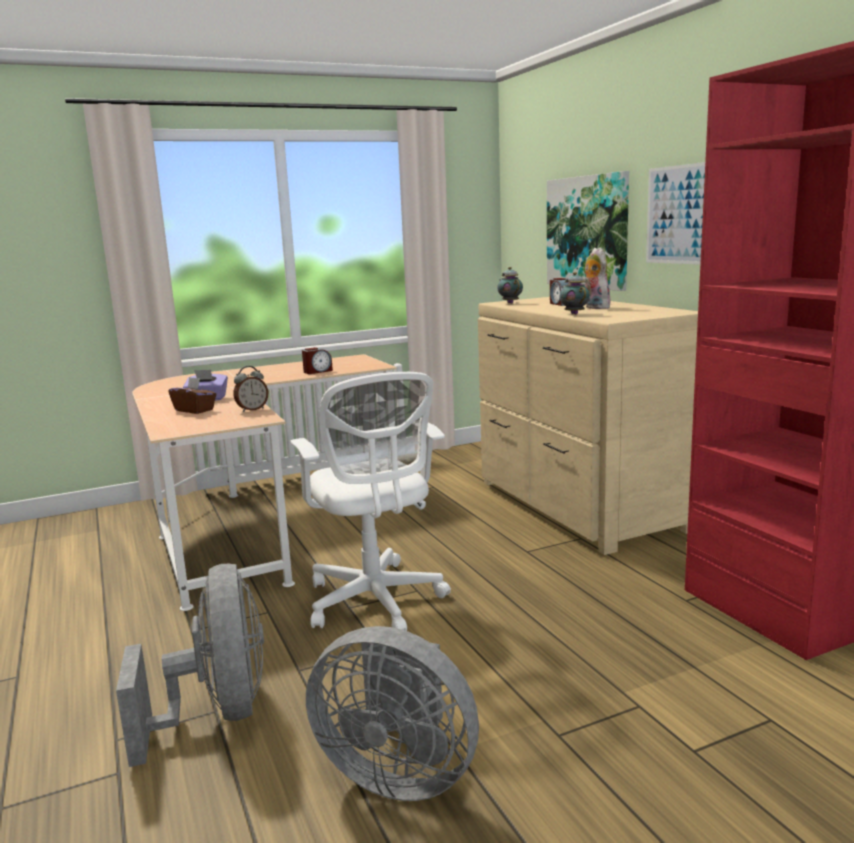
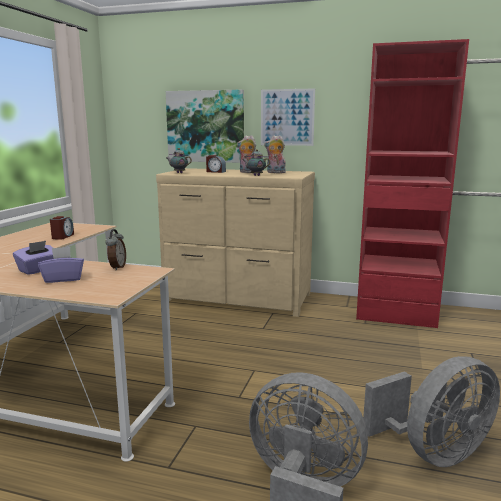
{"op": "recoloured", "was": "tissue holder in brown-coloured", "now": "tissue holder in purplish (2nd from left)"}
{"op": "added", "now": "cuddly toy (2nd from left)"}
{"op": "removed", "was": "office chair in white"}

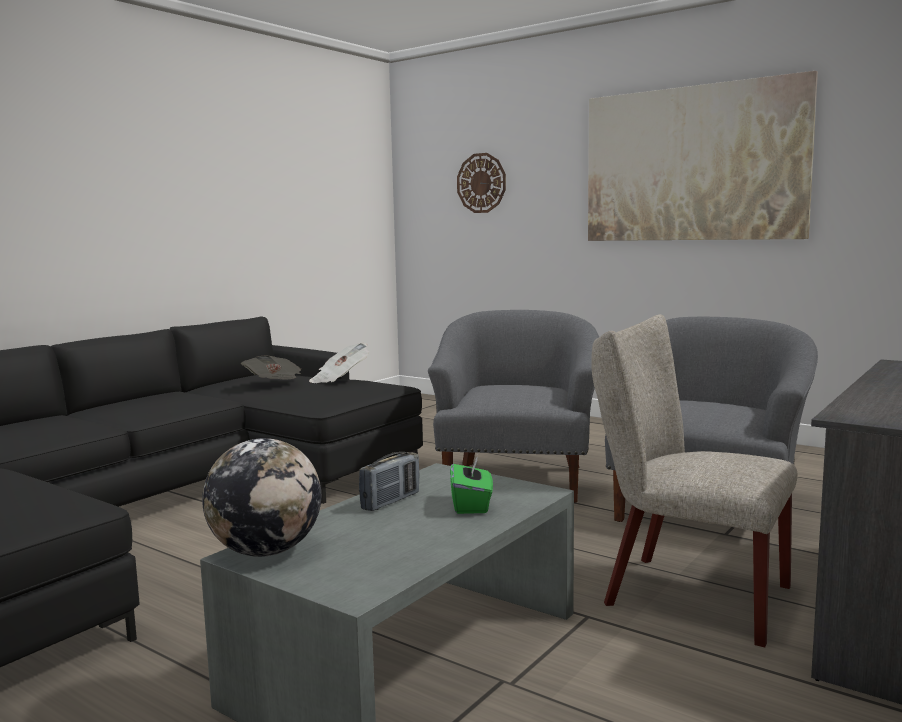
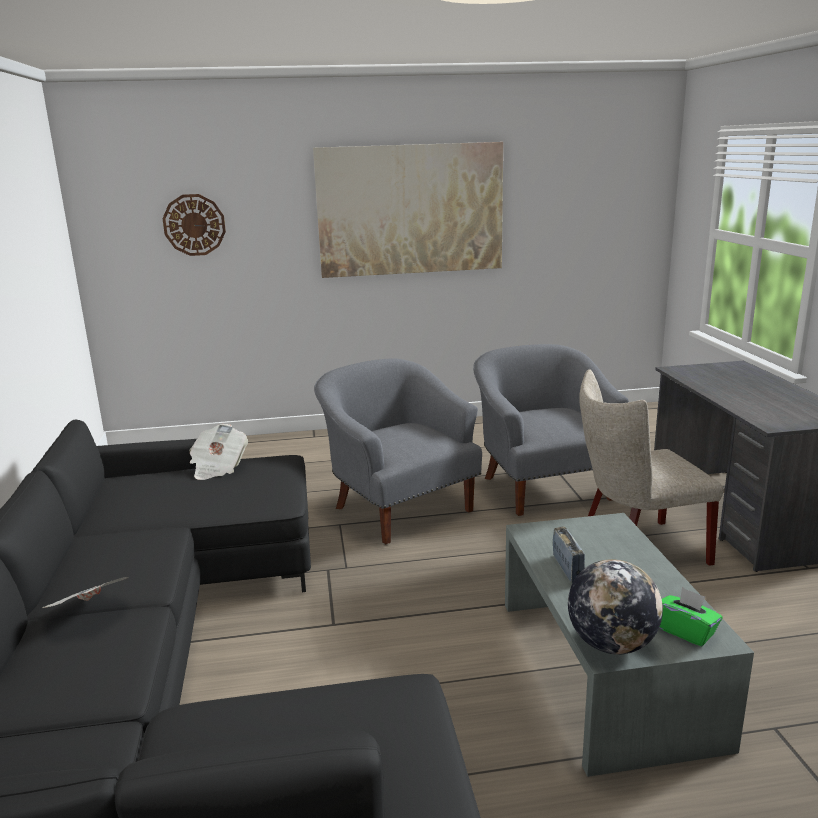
{"op": "moved", "was": "newspaper (1st from left)"}
{"op": "moved", "was": "tissue holder in green"}

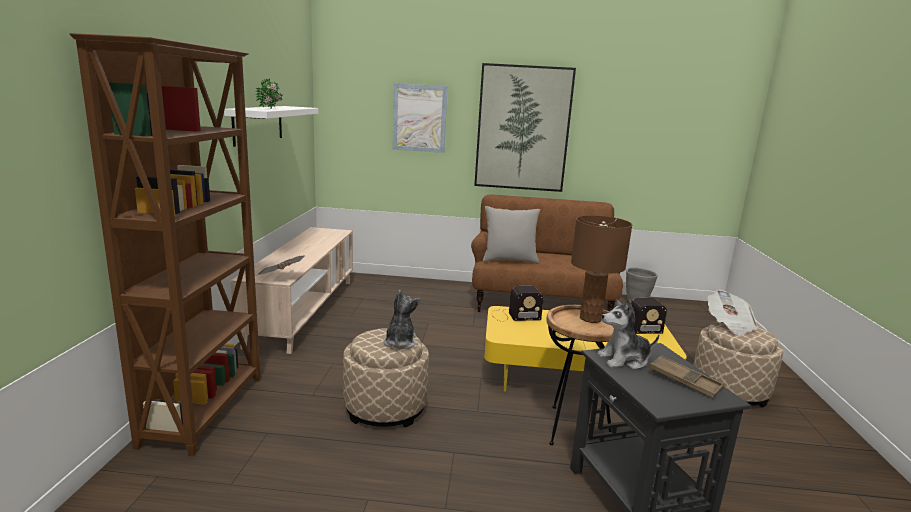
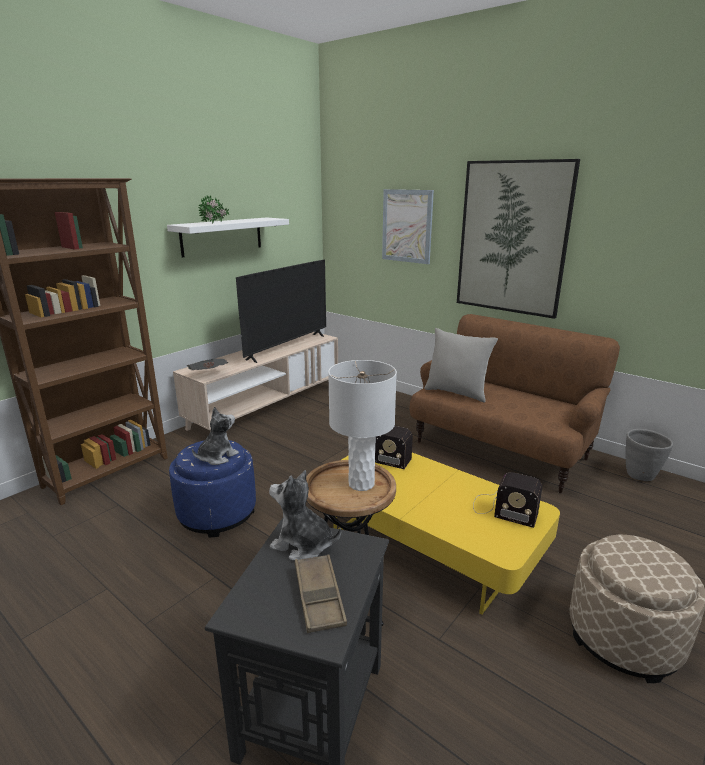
{"op": "recoloured", "was": "pouffe in beige (1st from left)", "now": "pouffe in bluish"}
{"op": "added", "now": "TV"}
{"op": "recoloured", "was": "lamp for a table in brown-coloured", "now": "lamp for a table in white"}
{"op": "removed", "was": "newspaper (2nd from left)"}

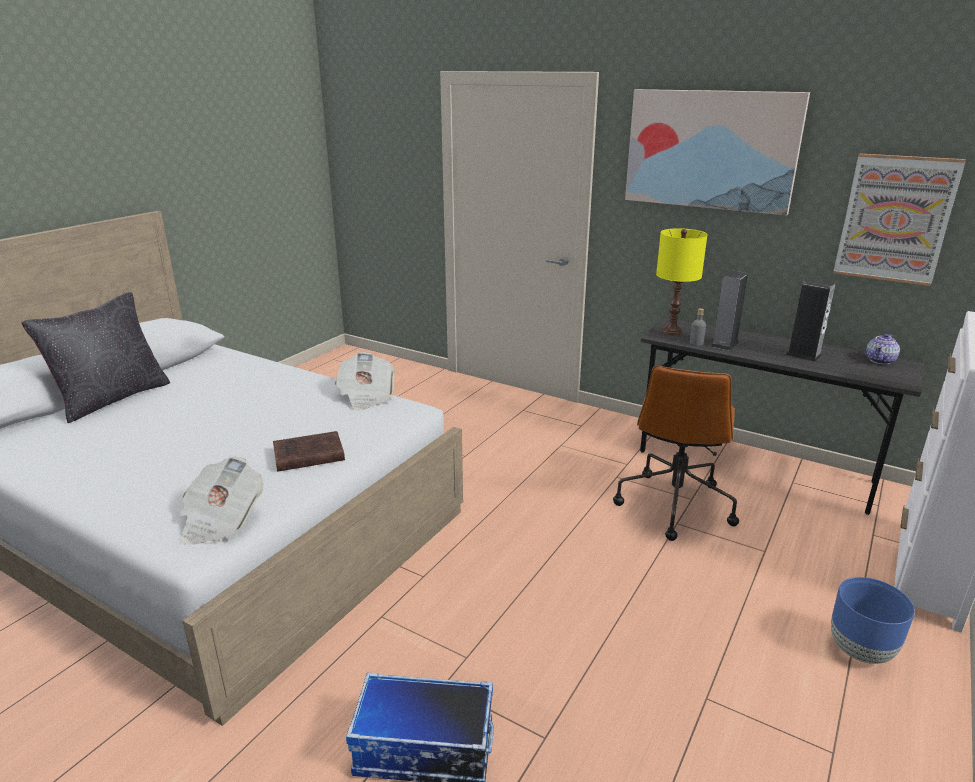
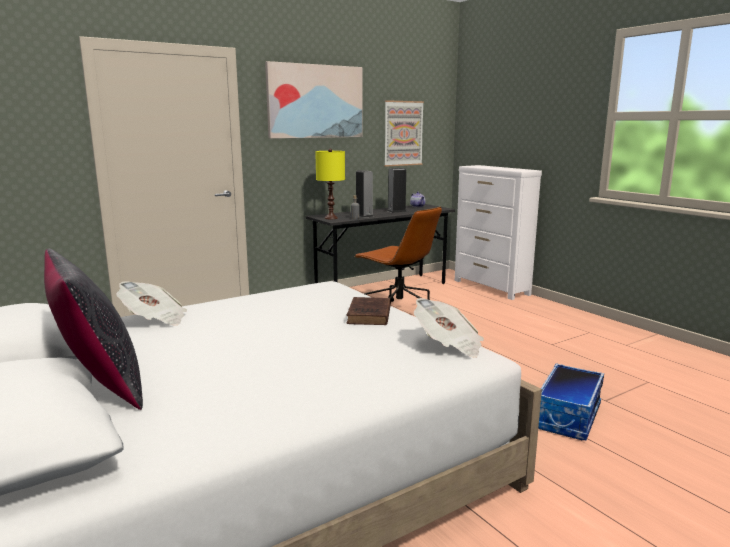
{"op": "moved", "was": "newspaper (2nd from left in the first image)", "now": "newspaper (1st from left)"}
{"op": "removed", "was": "flower pot in bluish"}

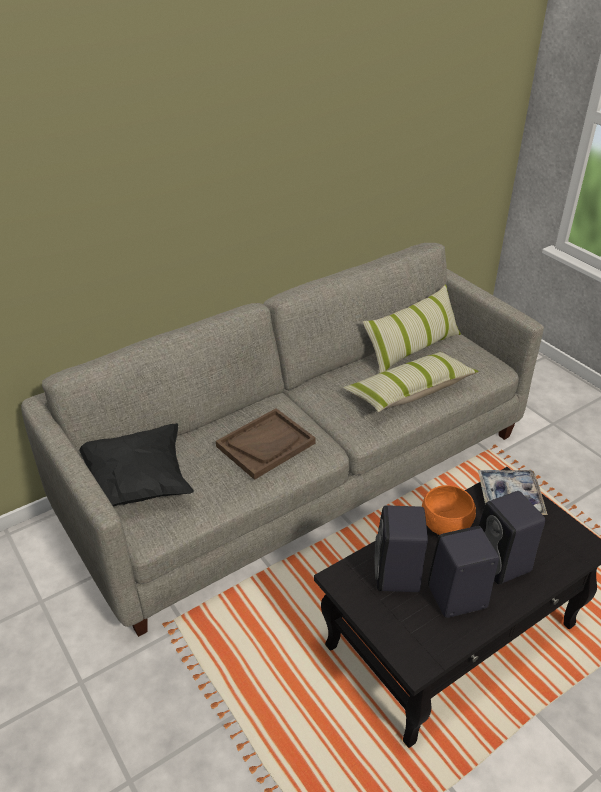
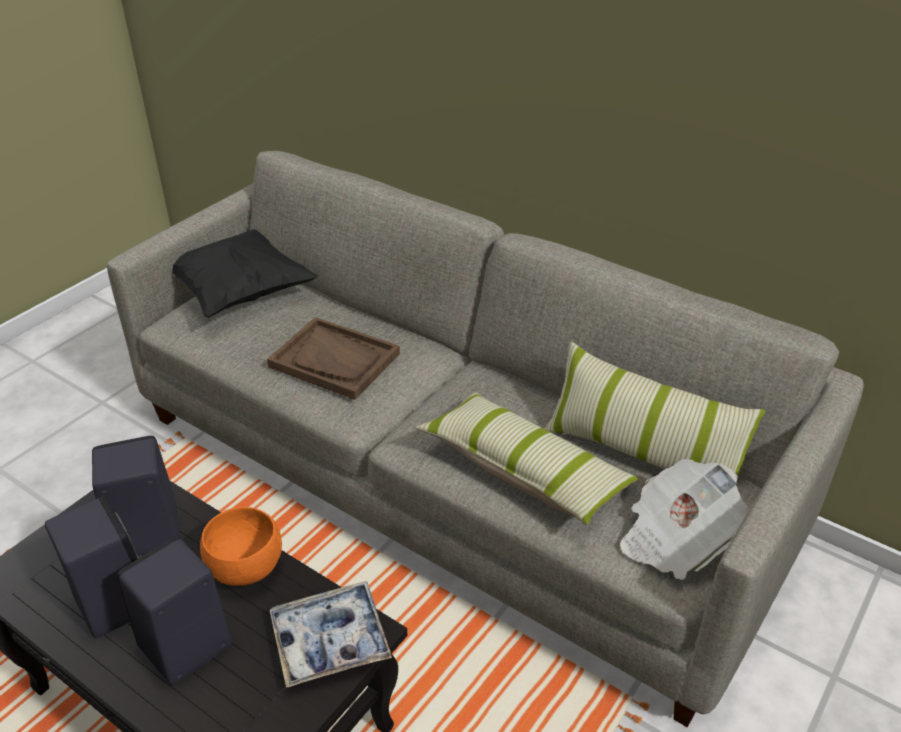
{"op": "added", "now": "newspaper"}

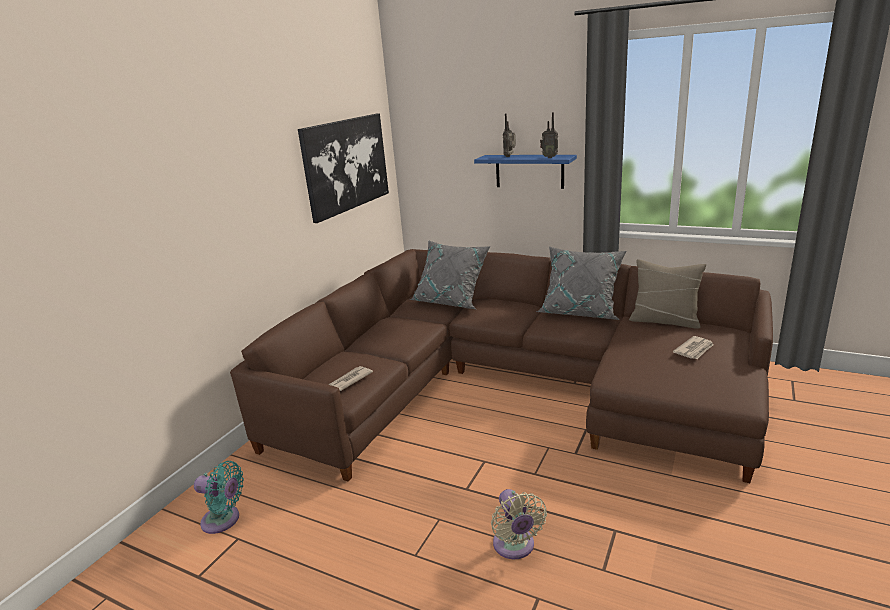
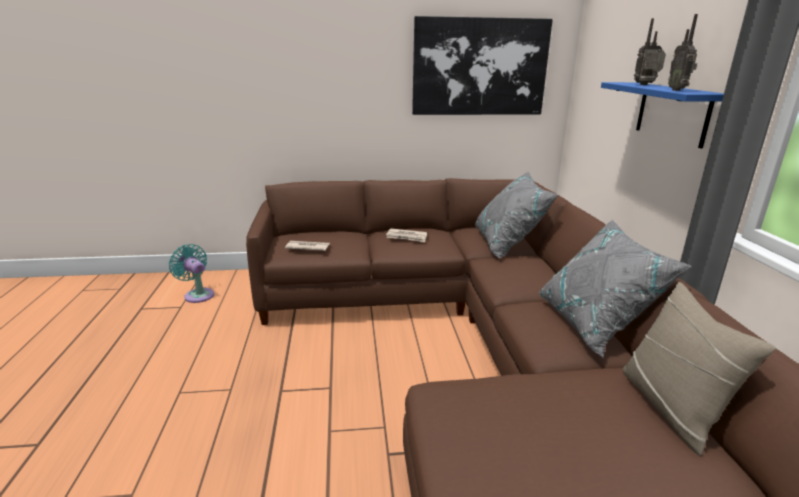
{"op": "turned", "was": "electric fan in turquoise-coloured", "clockwise": 150}
{"op": "moved", "was": "newspaper (2nd from left)"}
{"op": "removed", "was": "electric fan in beige"}

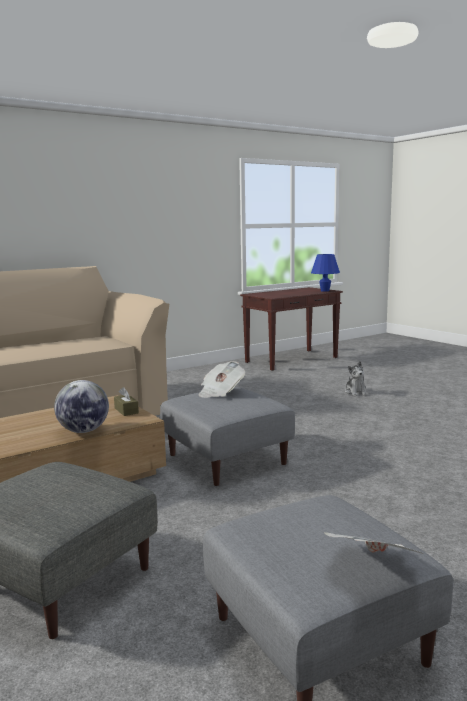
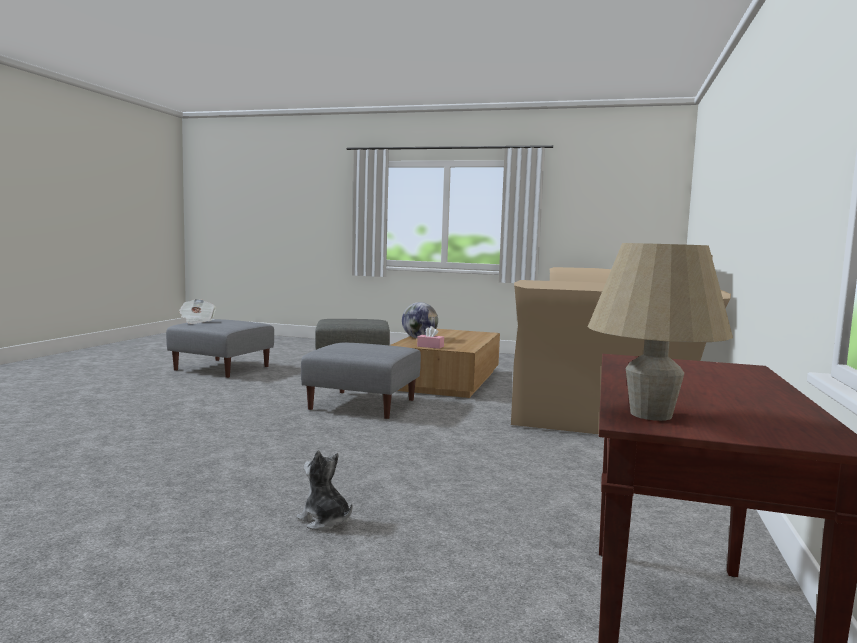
{"op": "recoloured", "was": "tissue holder in brown-coloured", "now": "tissue holder in pink"}
{"op": "recoloured", "was": "lamp for a table in bluish", "now": "lamp for a table in beige"}
{"op": "removed", "was": "newspaper (1st from left)"}

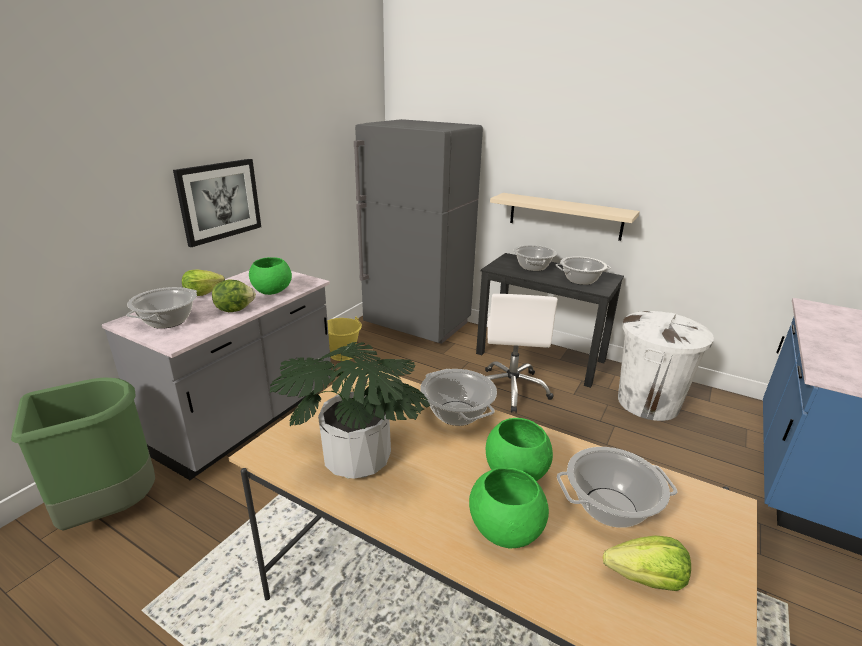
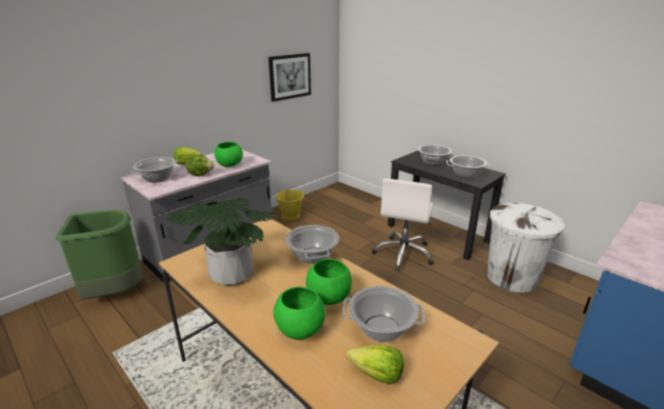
{"op": "moved", "was": "wall picture"}
{"op": "removed", "was": "refrigerator in grey"}
{"op": "removed", "was": "bracket shelf in beige"}

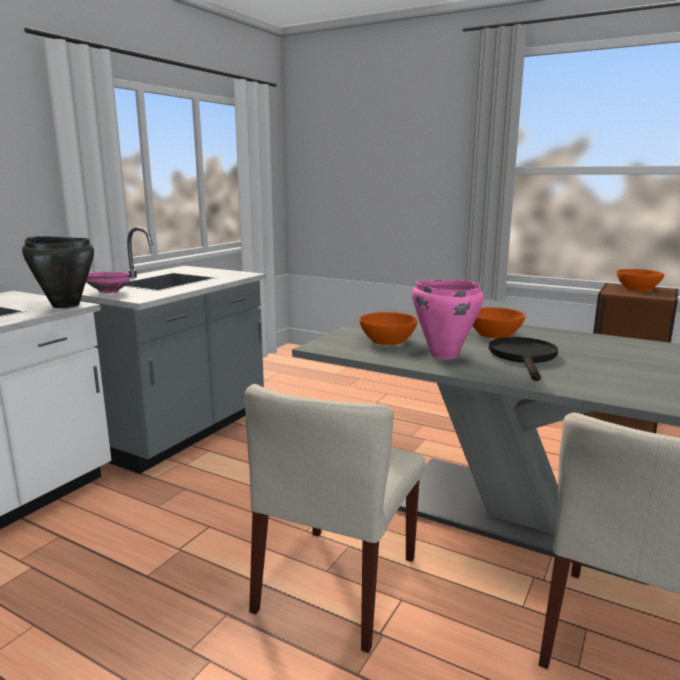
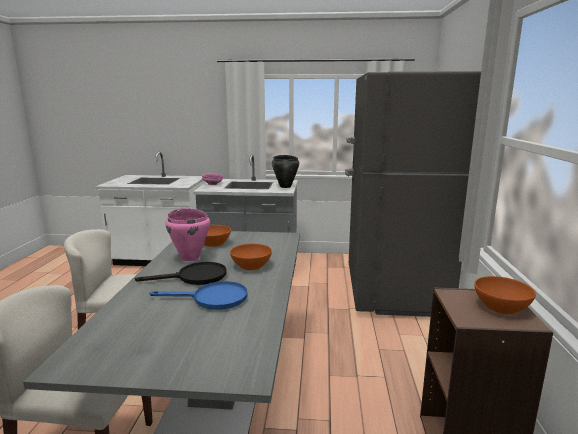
{"op": "added", "now": "pan in bluish"}
{"op": "moved", "was": "stockpot in black-coloured"}
{"op": "added", "now": "refrigerator in grey"}

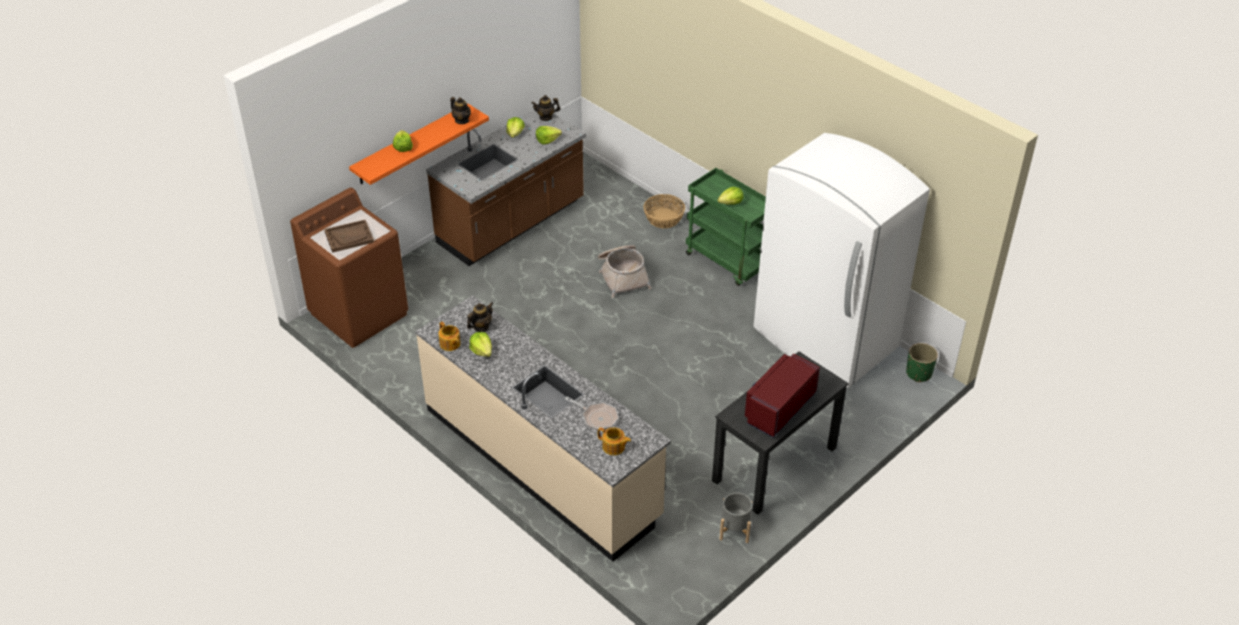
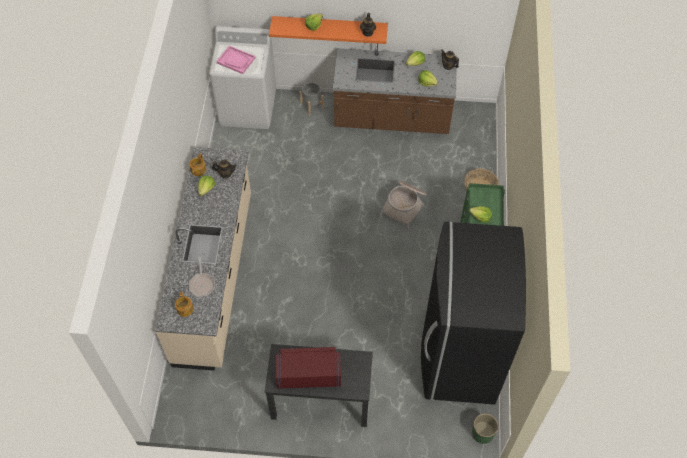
{"op": "recoloured", "was": "washing machine in brown-coloured", "now": "washing machine in white"}
{"op": "recoloured", "was": "serving tray in brown-coloured", "now": "serving tray in pink"}
{"op": "moved", "was": "flower pot in grey"}
{"op": "recoloured", "was": "refrigerator in white", "now": "refrigerator in black-coloured"}

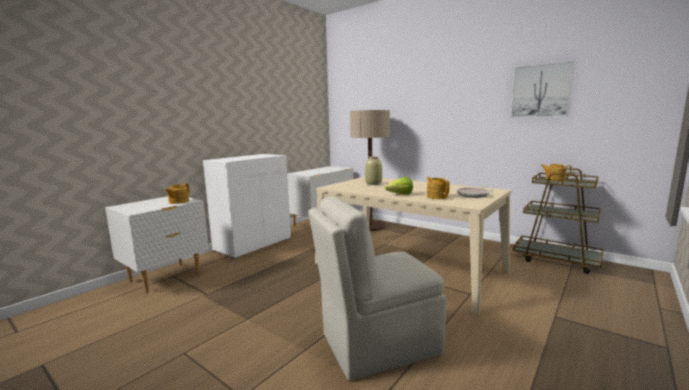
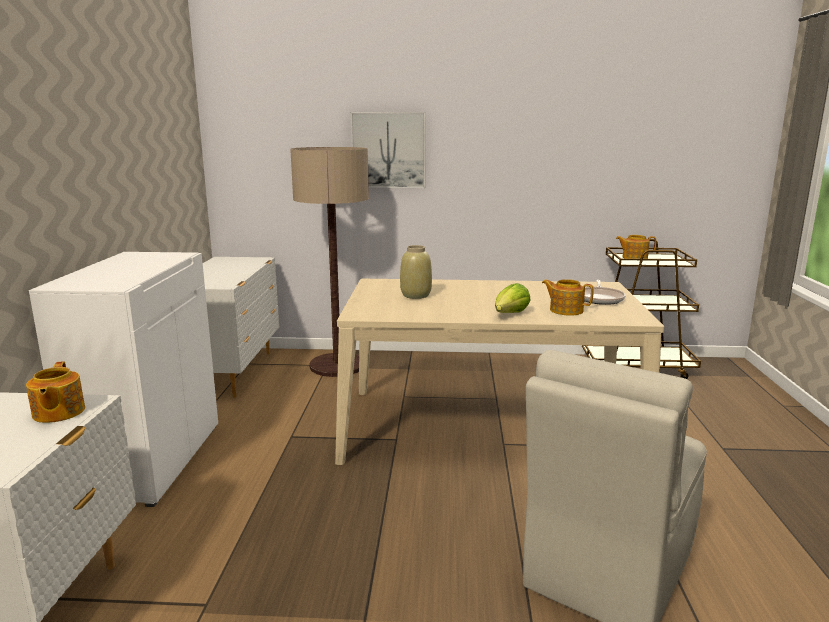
{"op": "moved", "was": "wall picture"}

